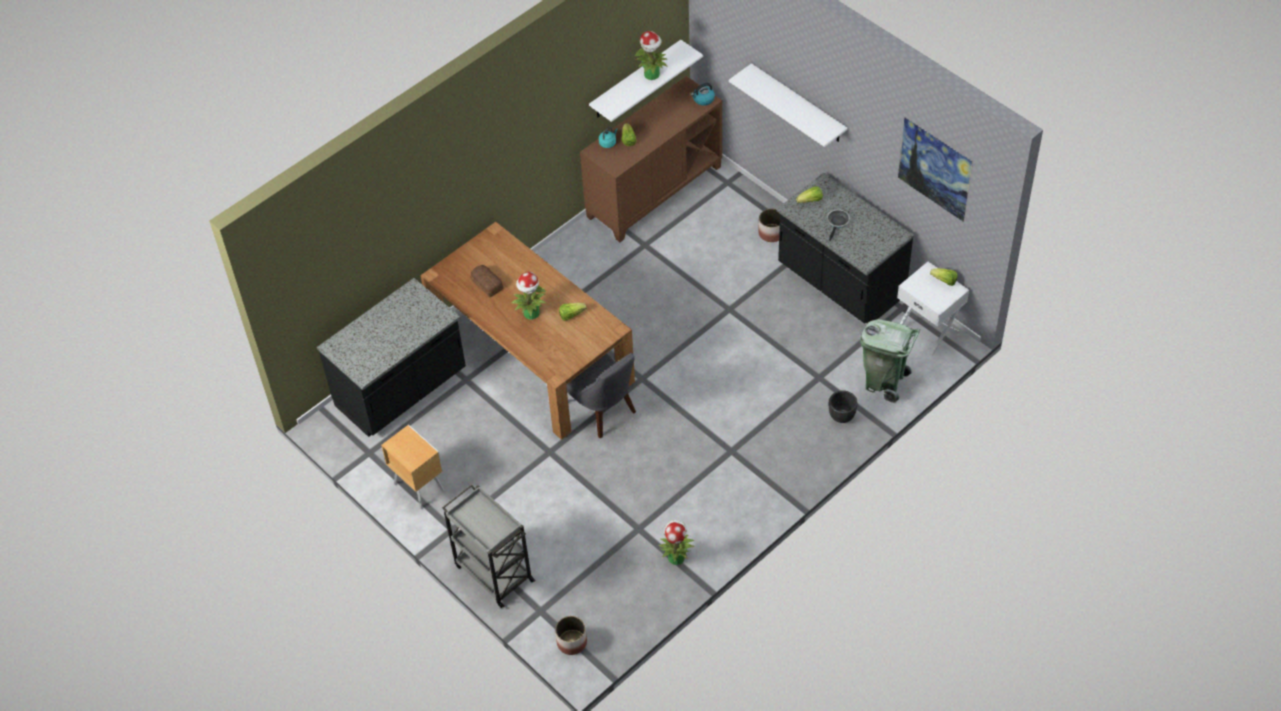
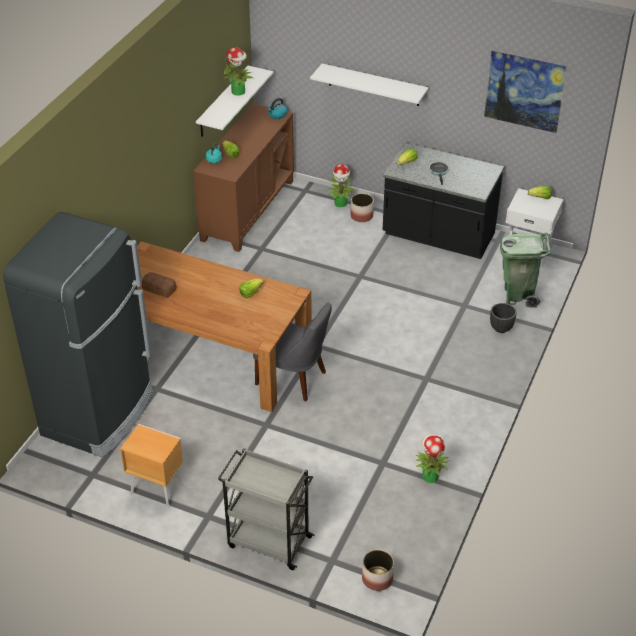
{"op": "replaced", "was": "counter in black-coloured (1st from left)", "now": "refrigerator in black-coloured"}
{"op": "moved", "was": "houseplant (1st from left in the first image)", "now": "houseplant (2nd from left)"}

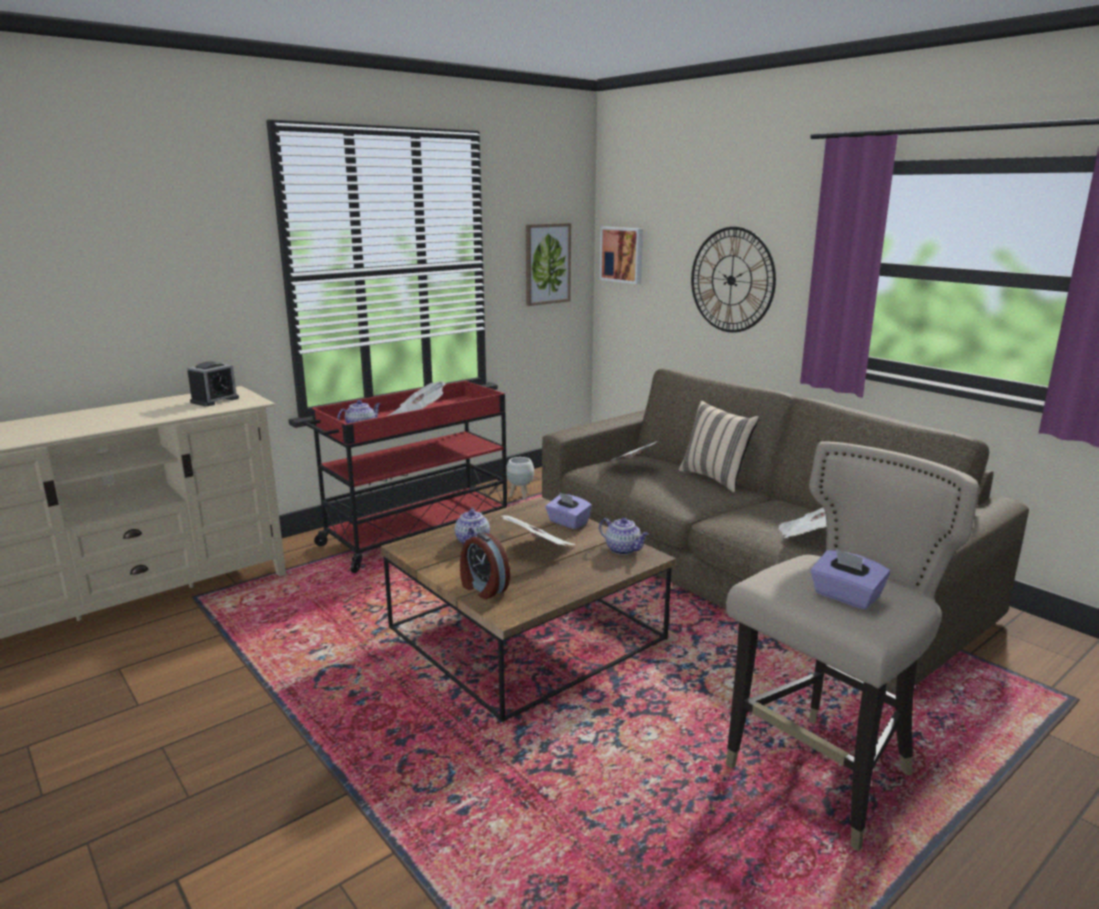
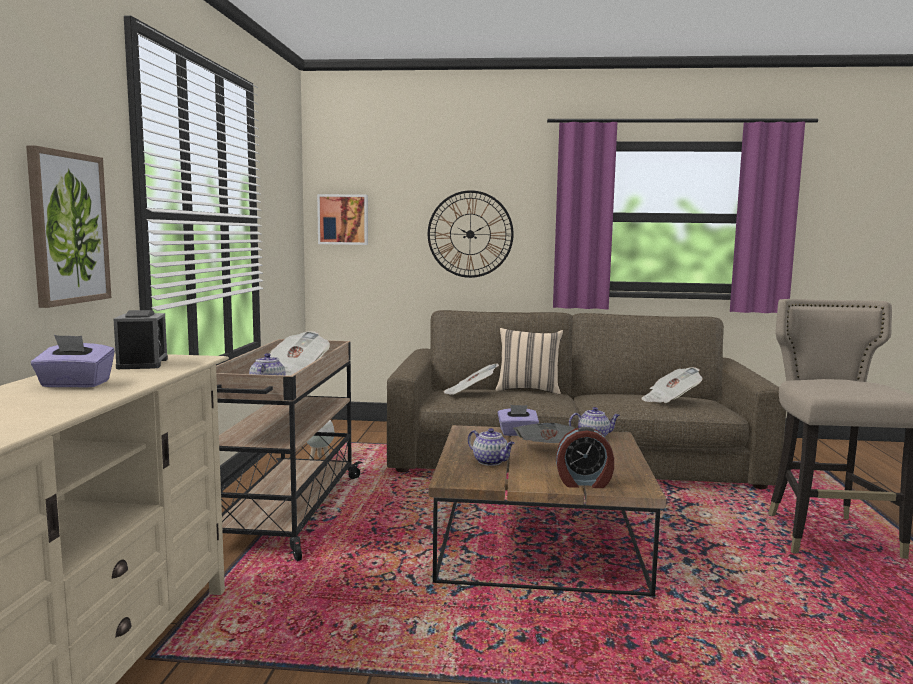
{"op": "moved", "was": "wall picture (1st from left)"}
{"op": "moved", "was": "tissue holder in purplish (2nd from left in the first image)", "now": "tissue holder in purplish (1st from left)"}
{"op": "recoloured", "was": "trolley in red-coloured", "now": "trolley in beige"}

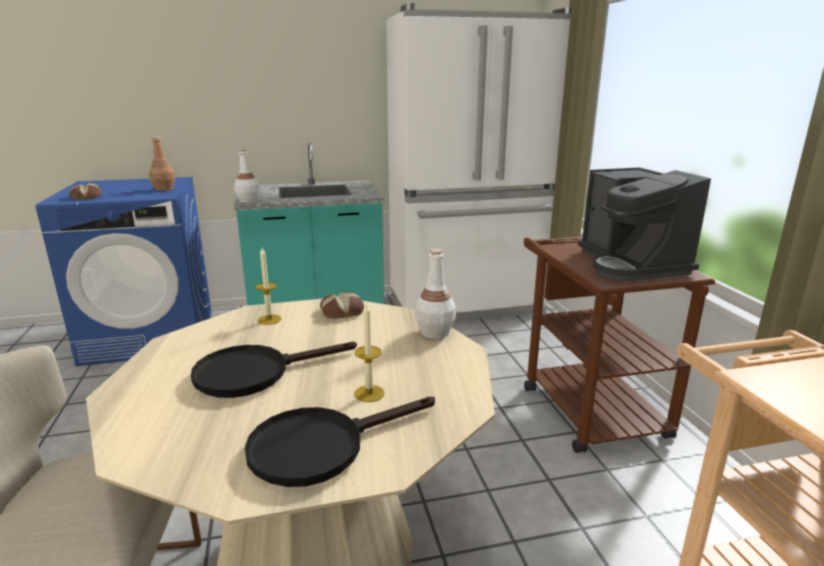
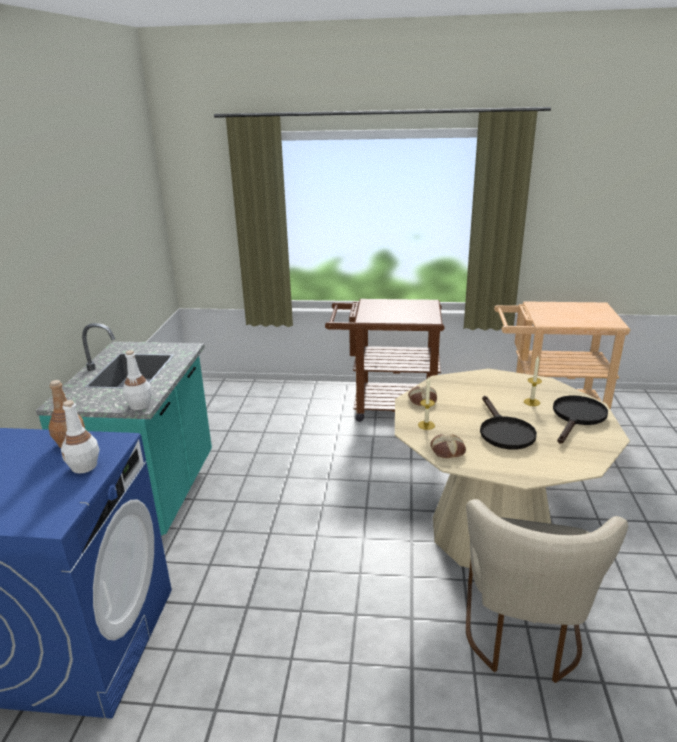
{"op": "moved", "was": "bottle in white (2nd from left in the first image)", "now": "bottle in white (1st from left)"}
{"op": "moved", "was": "baked bread (1st from left in the first image)", "now": "baked bread (2nd from left)"}
{"op": "turned", "was": "pan in black-coloured (2nd from left)", "clockwise": -135}
{"op": "removed", "was": "refrigerator in white"}
{"op": "removed", "was": "coffee machine"}

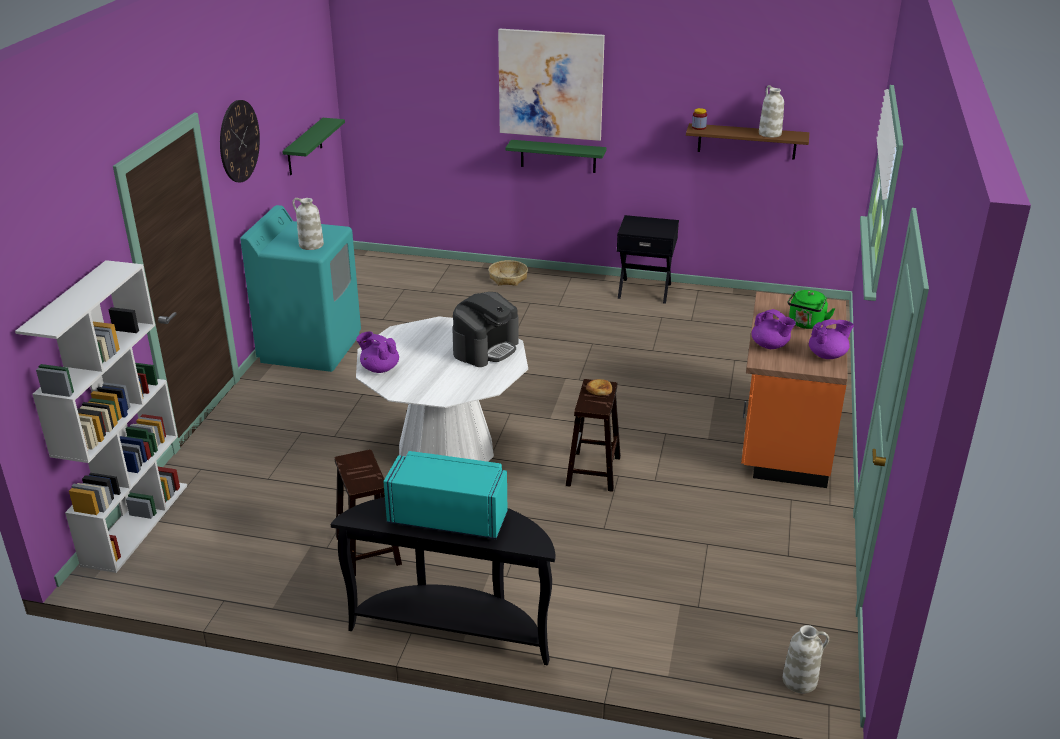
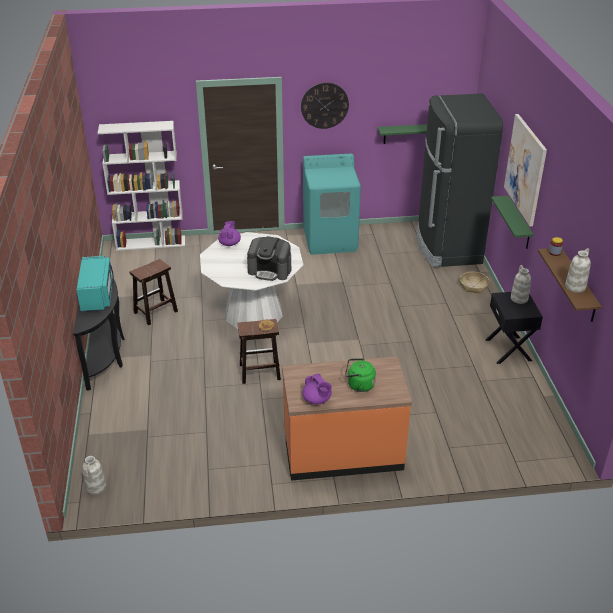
{"op": "added", "now": "refrigerator in black-coloured"}
{"op": "moved", "was": "vase in white (1st from left in the first image)", "now": "vase in white (2nd from left)"}
{"op": "removed", "was": "pot for tea in purplish (2nd from left)"}

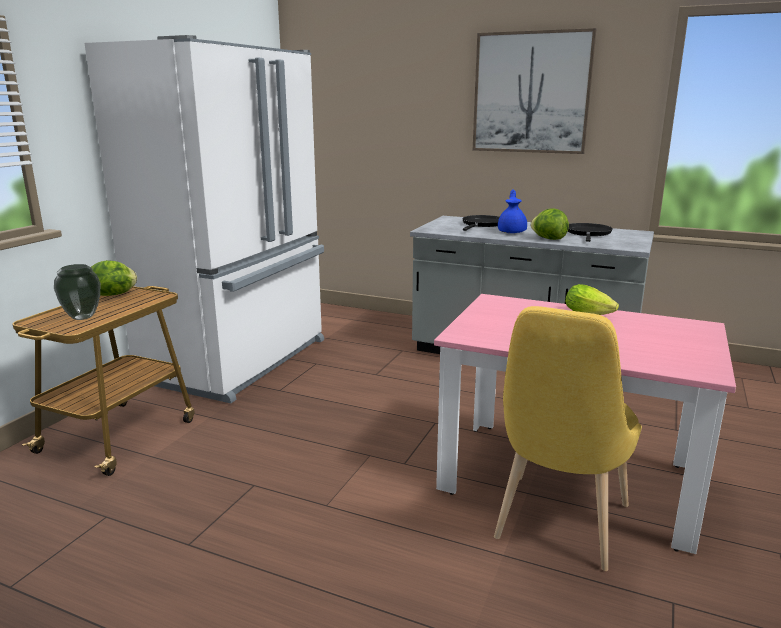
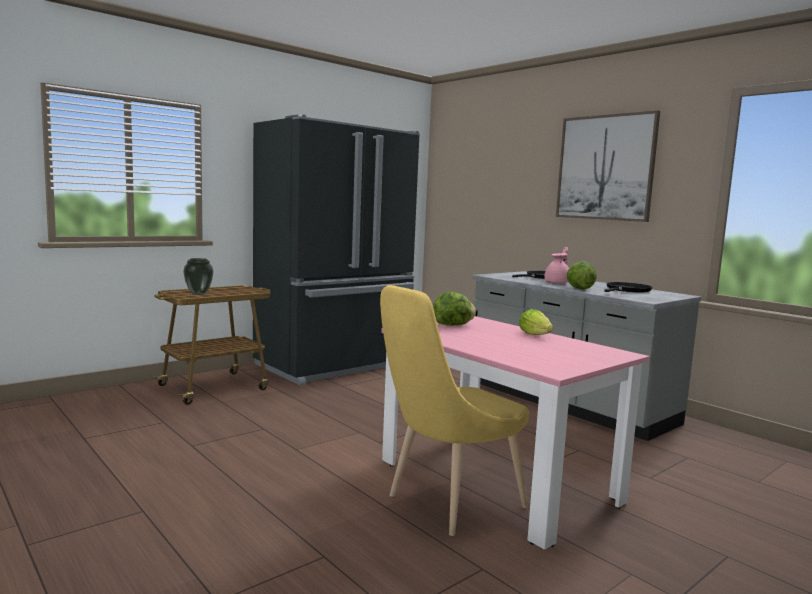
{"op": "recoloured", "was": "refrigerator in white", "now": "refrigerator in black-coloured"}
{"op": "moved", "was": "lettuce head (1st from left)"}
{"op": "recoloured", "was": "pot for tea in bluish", "now": "pot for tea in pink"}

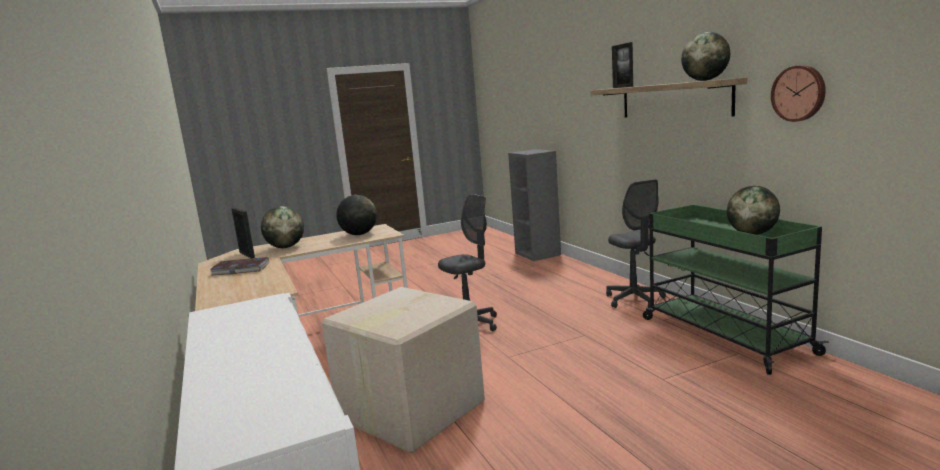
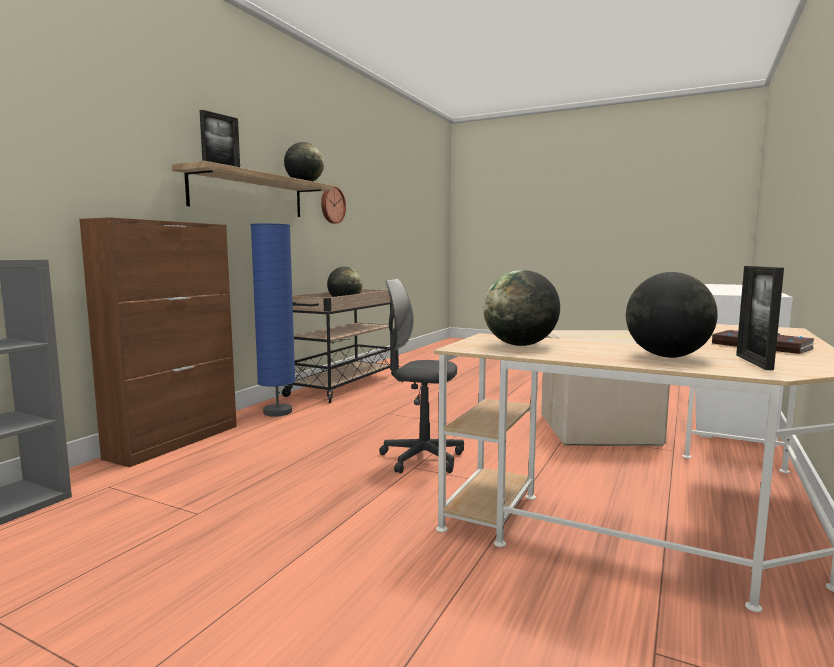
{"op": "added", "now": "cupboard in brown-coloured"}
{"op": "replaced", "was": "office chair in grey (2nd from left)", "now": "floor lamp in bluish"}
{"op": "recoloured", "was": "trolley in green", "now": "trolley in beige"}

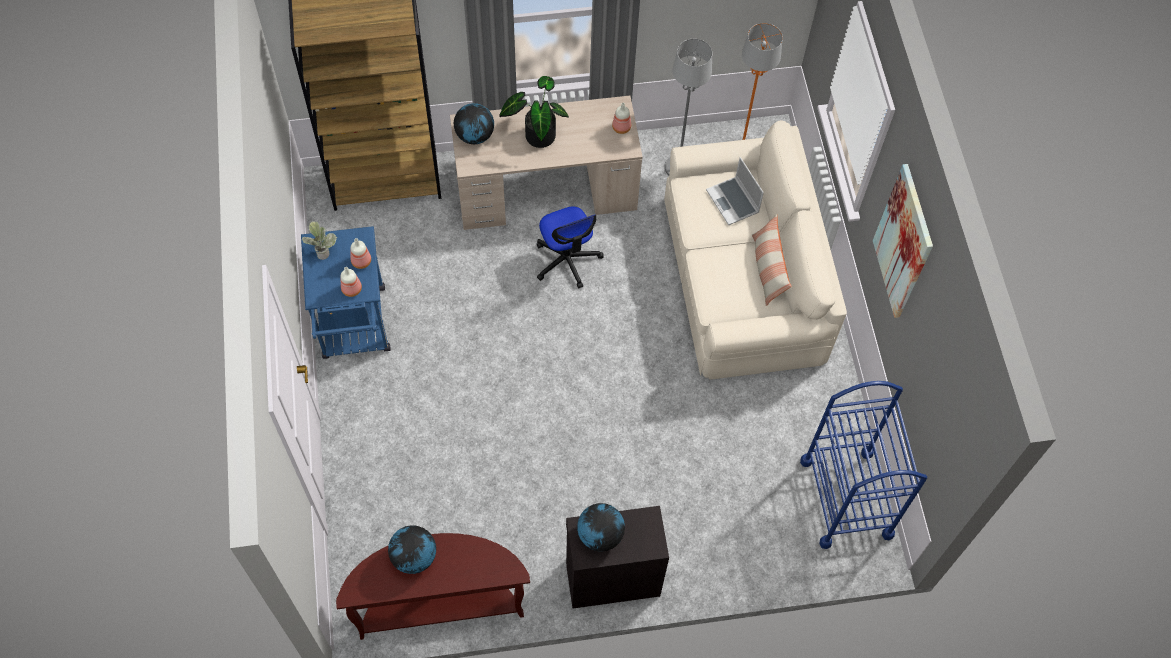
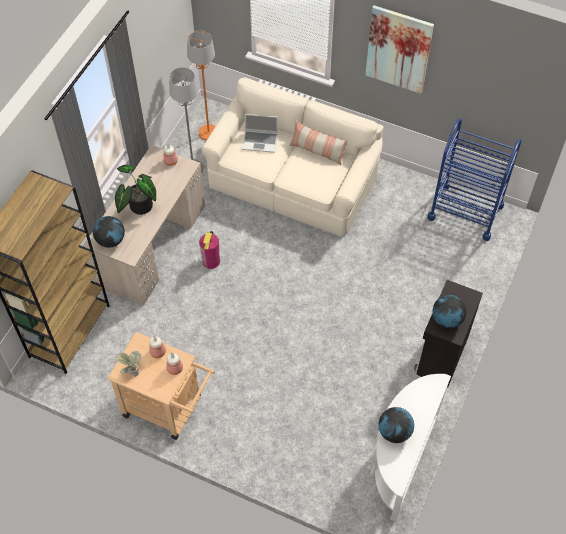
{"op": "recoloured", "was": "trolley in bluish (1st from left)", "now": "trolley in beige"}
{"op": "replaced", "was": "office chair", "now": "extinguisher"}
{"op": "recoloured", "was": "hall table in brown-coloured", "now": "hall table in white"}

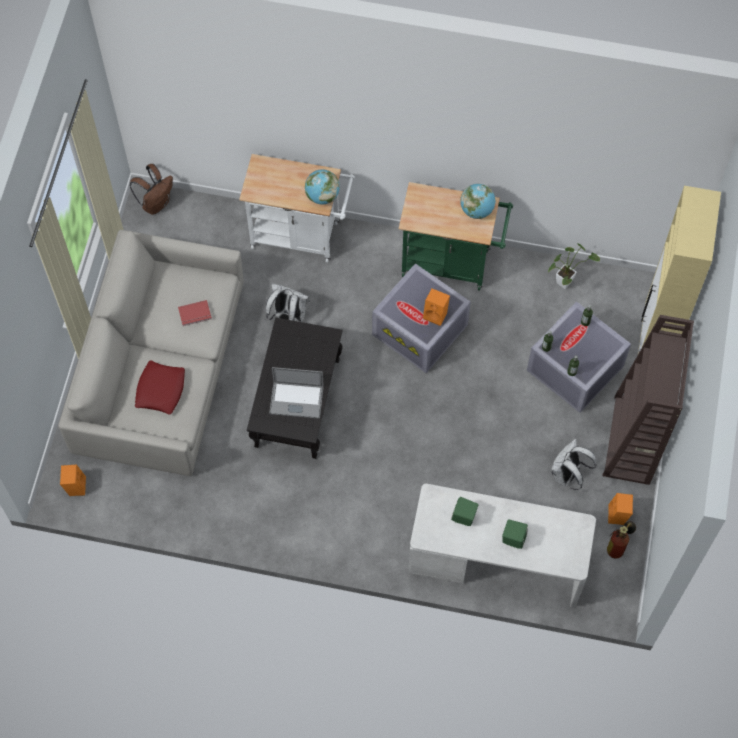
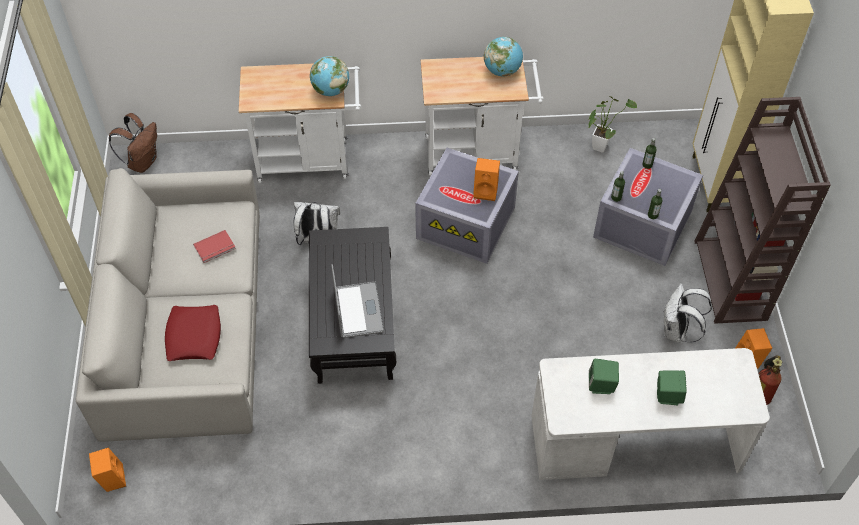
{"op": "turned", "was": "portable computer", "clockwise": -90}
{"op": "recoloured", "was": "trolley in green", "now": "trolley in white (2nd from left)"}

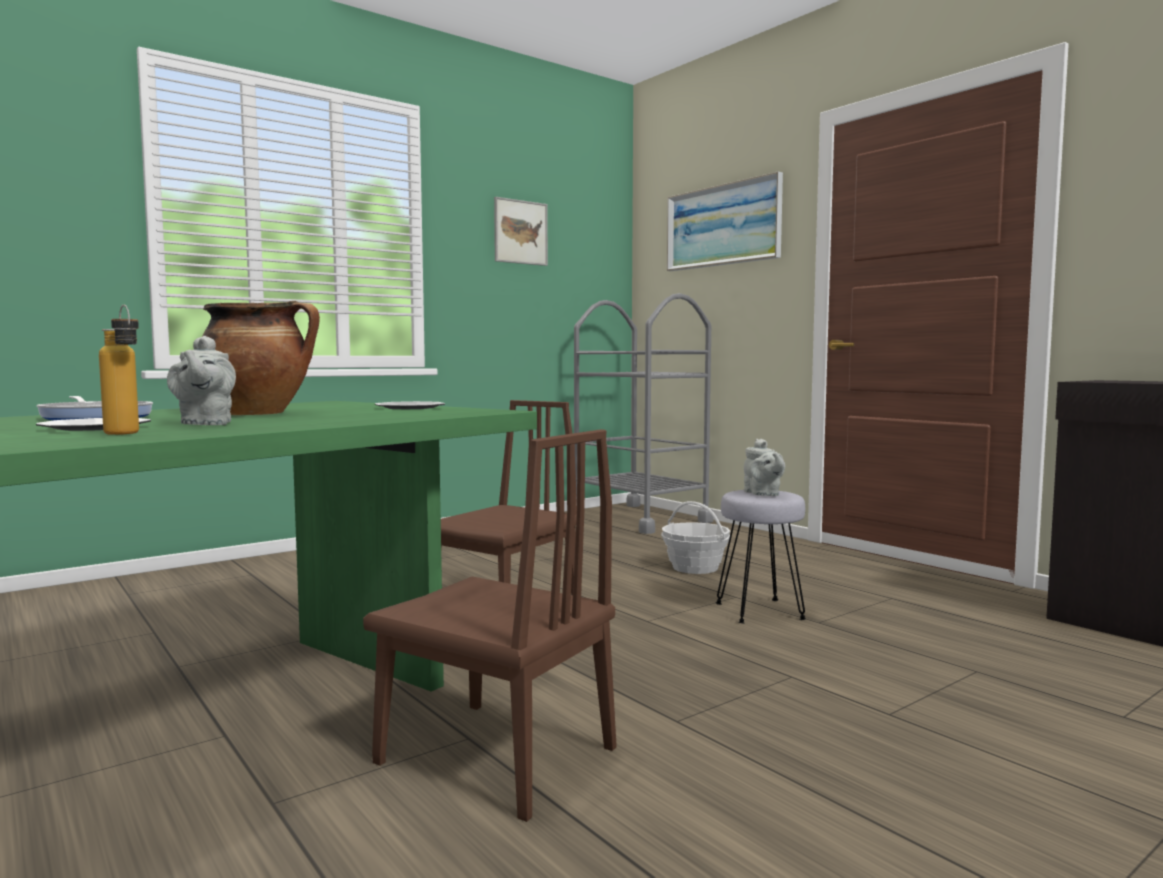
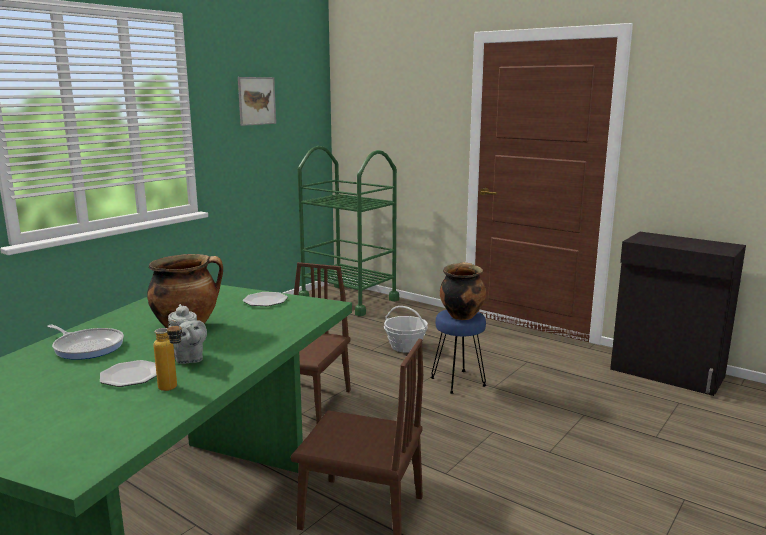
{"op": "recoloured", "was": "trolley in grey", "now": "trolley in green"}
{"op": "recoloured", "was": "sitting stool in grey", "now": "sitting stool in bluish"}
{"op": "replaced", "was": "pot for tea in grey (2nd from left)", "now": "stockpot (2nd from left)"}
{"op": "removed", "was": "wall picture (2nd from left)"}

